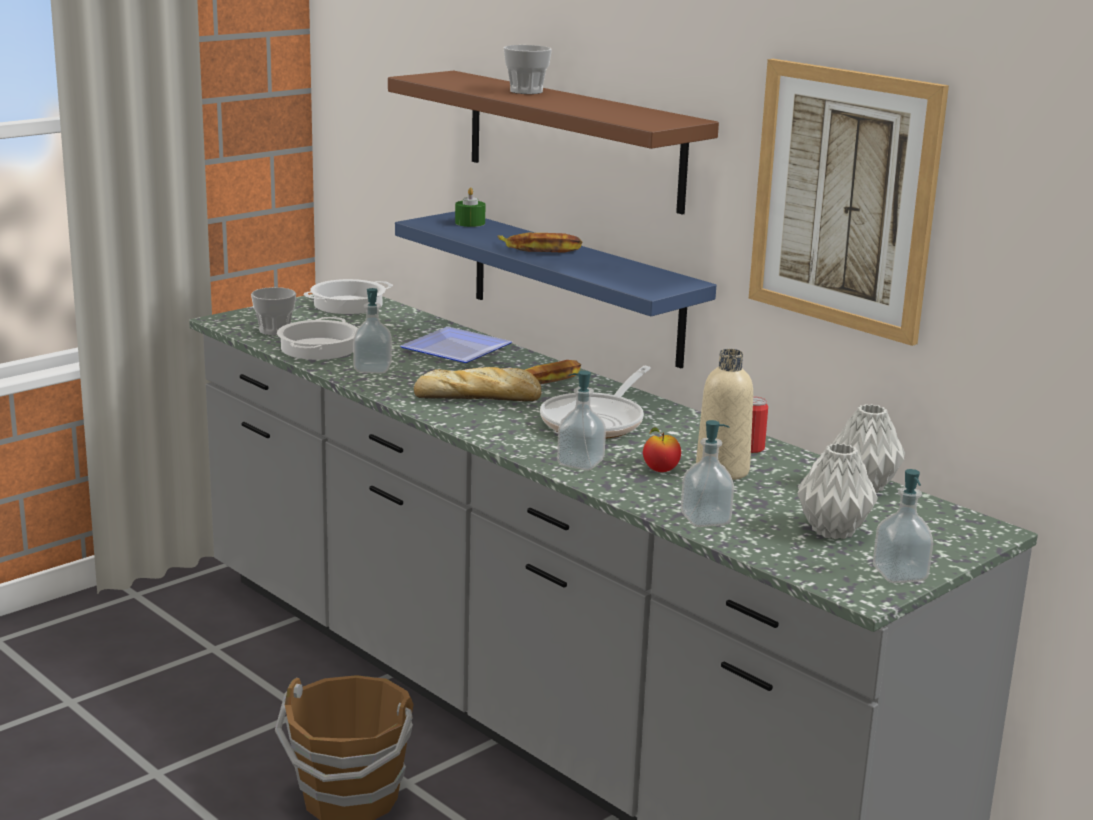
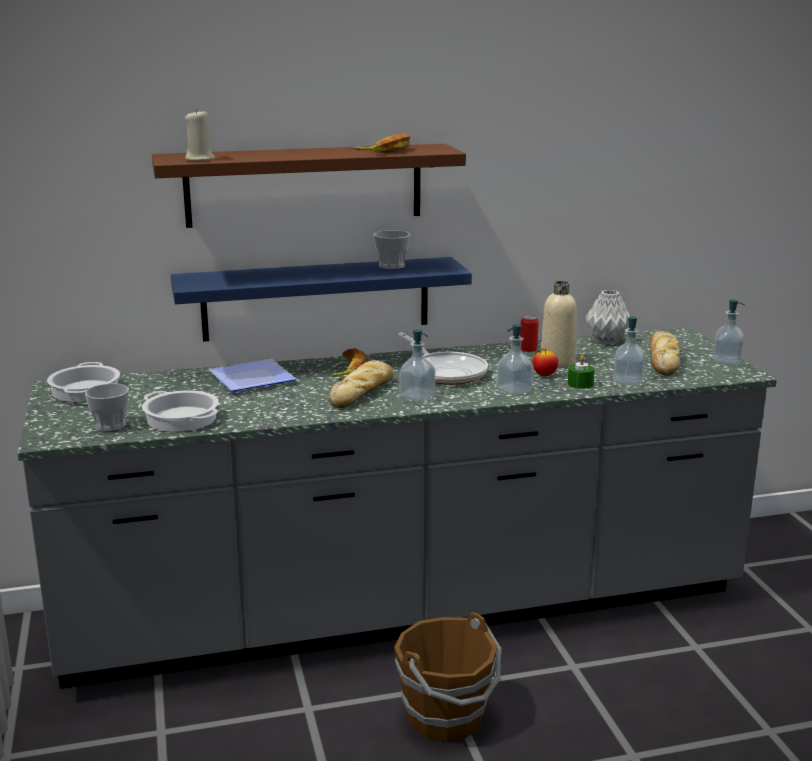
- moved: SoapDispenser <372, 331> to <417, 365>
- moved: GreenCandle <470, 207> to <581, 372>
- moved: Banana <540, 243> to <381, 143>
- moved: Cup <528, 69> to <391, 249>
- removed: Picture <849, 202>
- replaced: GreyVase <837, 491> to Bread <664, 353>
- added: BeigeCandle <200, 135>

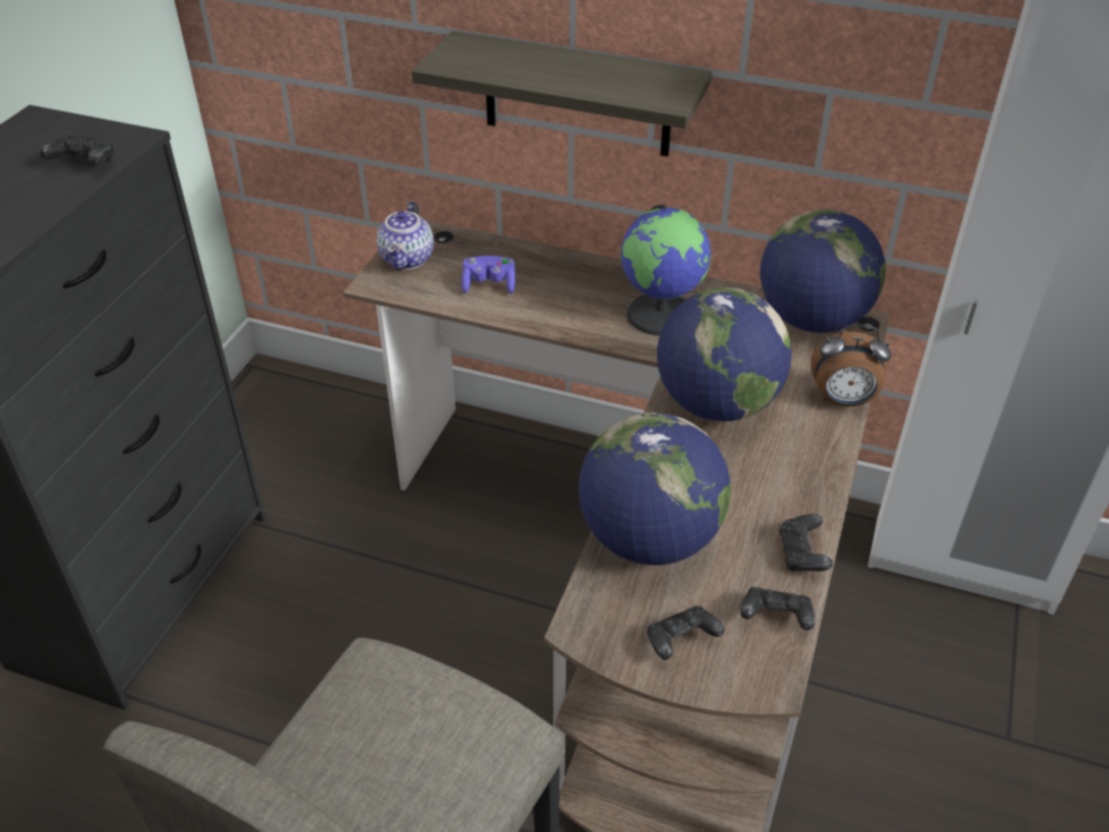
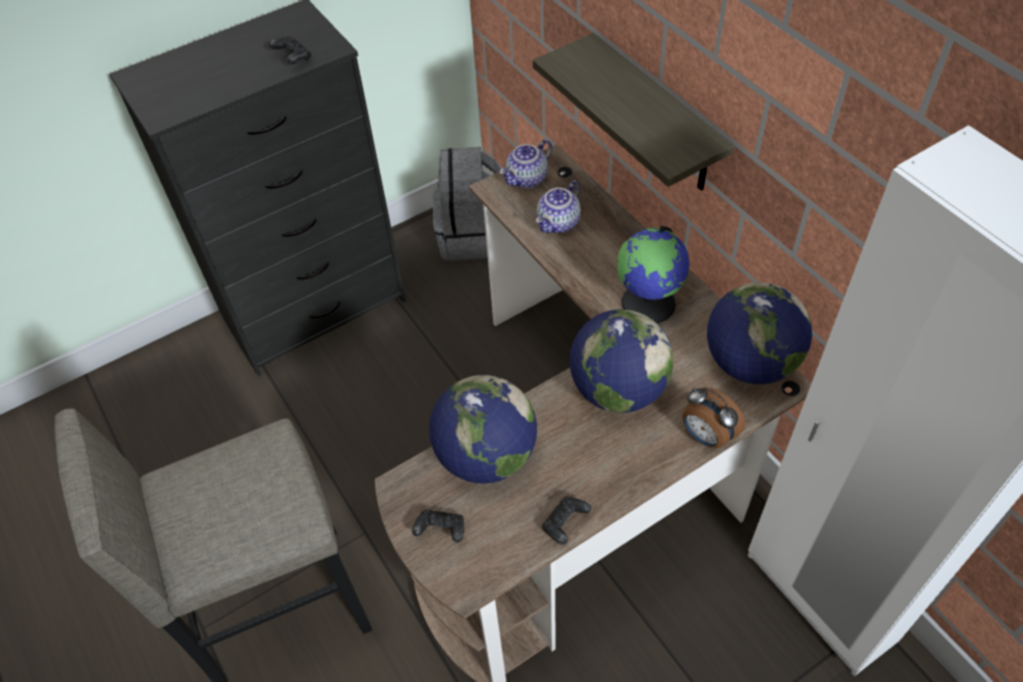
- replaced: PurpleGameController <488, 275> to Teapot <558, 206>
- removed: BlackGameController <777, 608>
- added: GreyBackpack <467, 204>

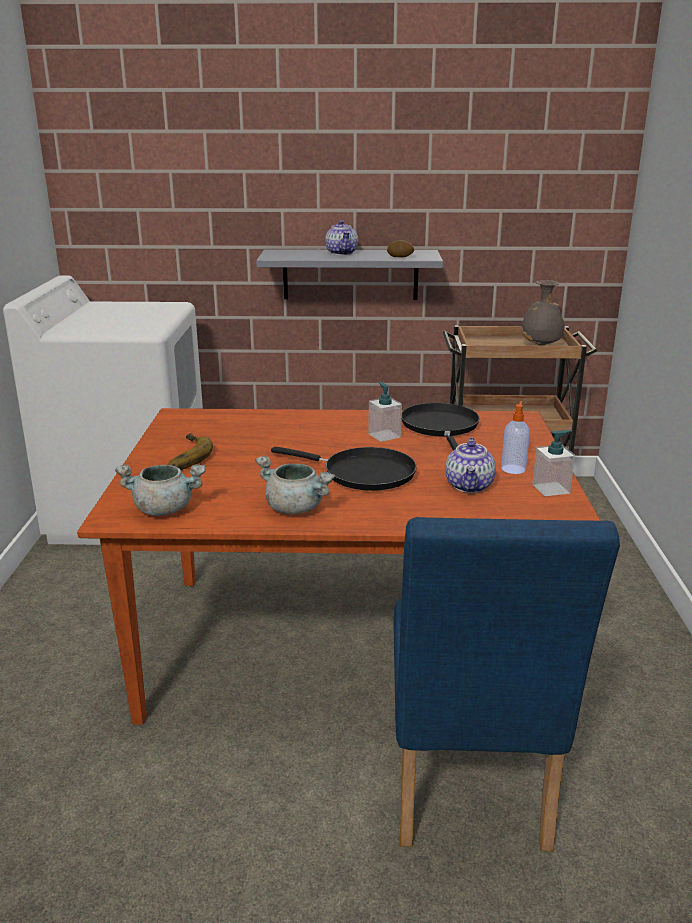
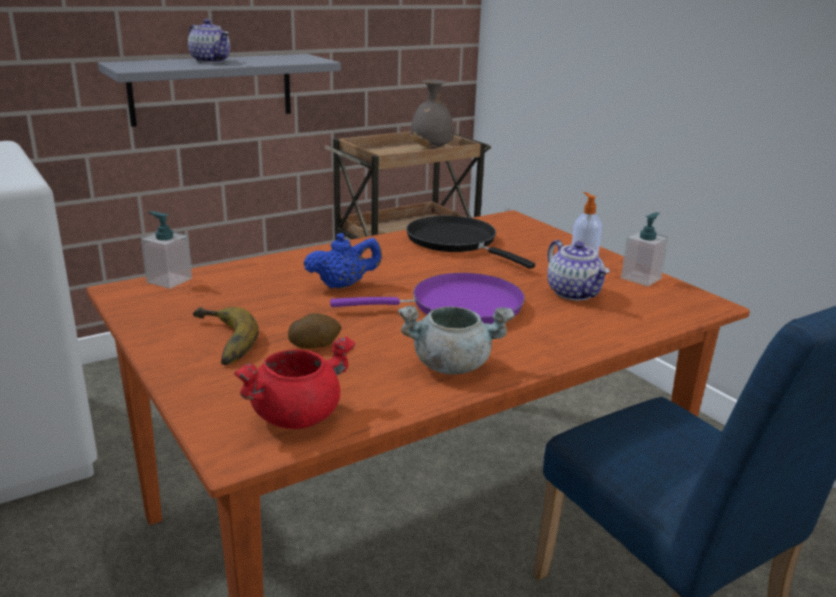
- recoloured: GreyCookingPot <160, 490> to RedCookingPot <294, 382>
- recoloured: BlackFryingPan <344, 469> to PurpleFryingPan <427, 298>
- moved: SoapDispenser <385, 412> to <166, 250>
- moved: Potato <400, 248> to <314, 331>
- added: BlueTeapot <342, 260>

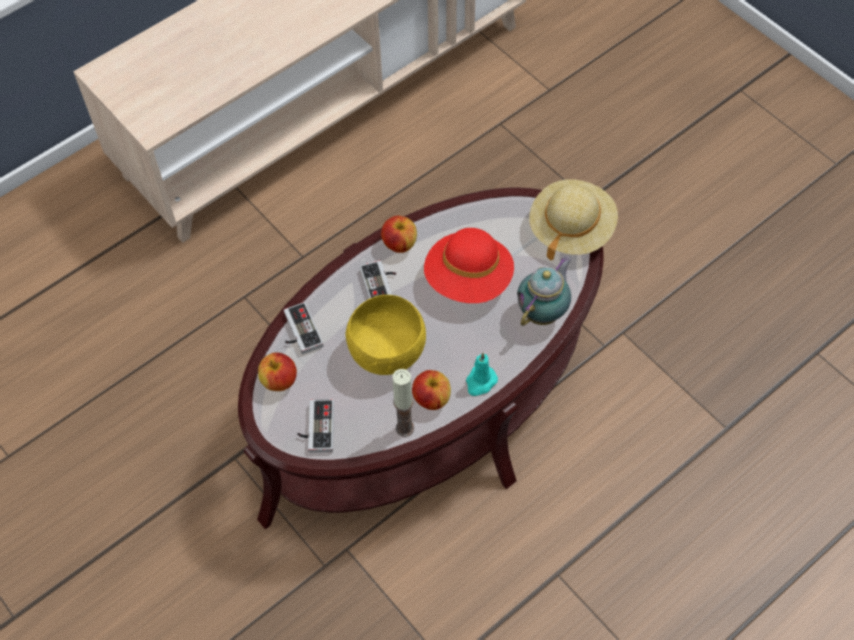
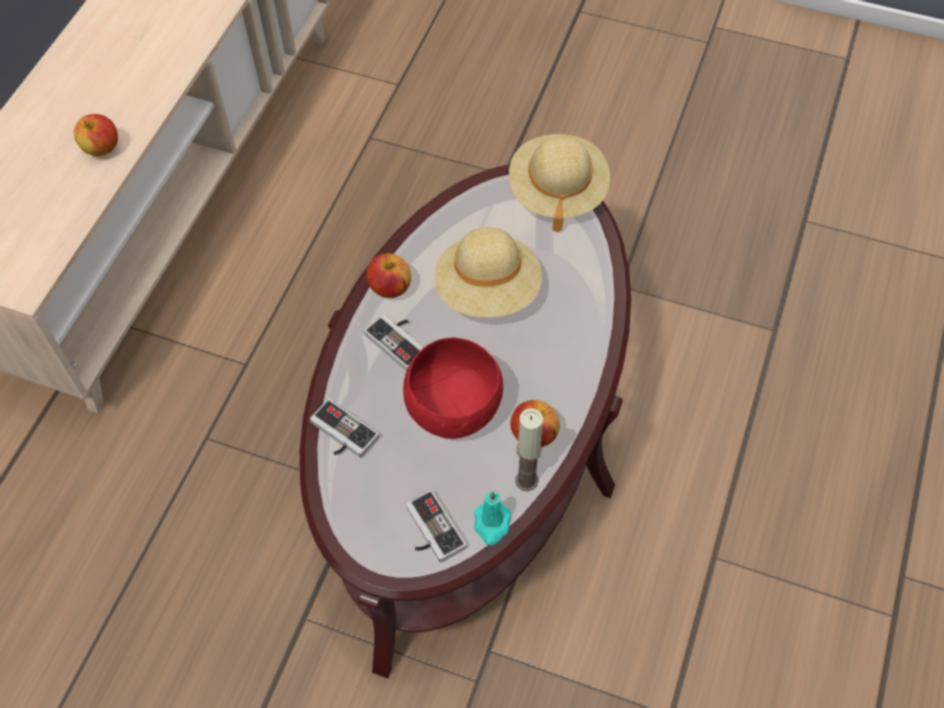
- moved: Apple <277, 371> to <96, 135>
- recoloured: YellowBowl <385, 335> to RedBowl <453, 388>
- recoloured: RedHat <469, 265> to BeigeHat <488, 272>
- moved: TurquoiseCandle <482, 374> to <493, 518>
- removed: Teapot <544, 291>

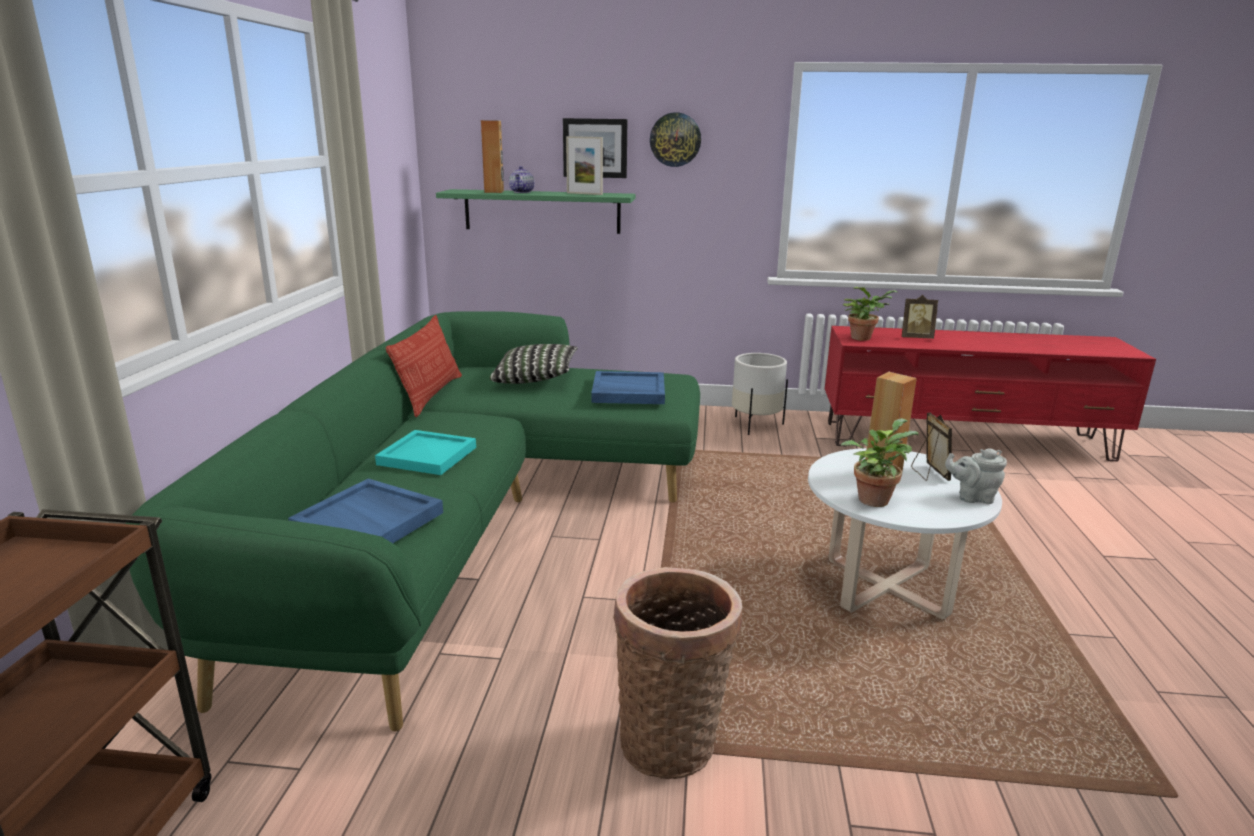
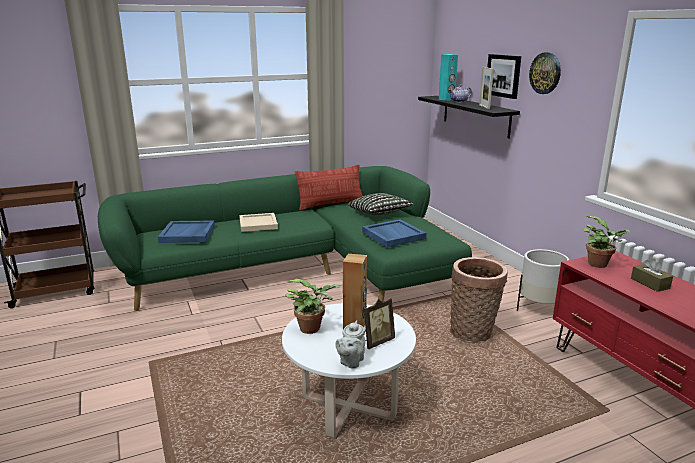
- recoloured: TurquoiseTray <425, 452> to BeigeTray <258, 222>
- recoloured: GreenShelf <535, 211> to BlackShelf <469, 117>
- recoloured: BrownSpeaker <492, 156> to TurquoiseSpeaker <448, 77>
- moved: Basket <677, 673> to <479, 300>
- replaced: PictureFrame <920, 317> to BrownTissueBox <652, 275>
- turned: GreyTeapot <976, 476> = <351, 344> 135 degrees counterclockwise

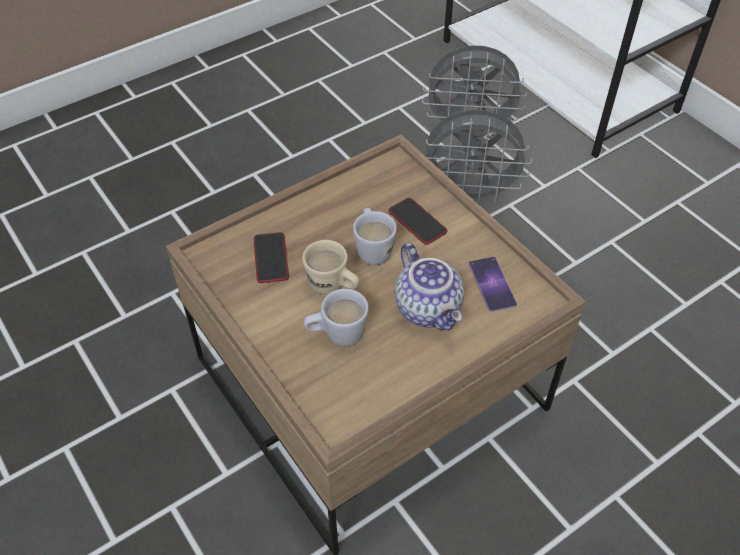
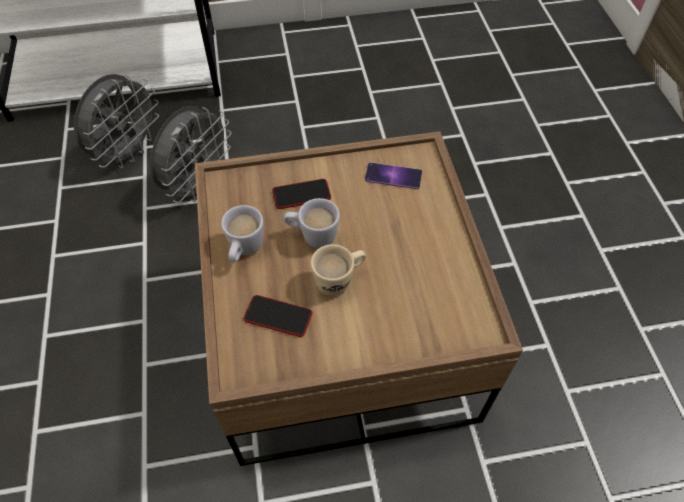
- moved: WhiteMug <336, 317> to <242, 233>
- removed: Teapot <429, 287>

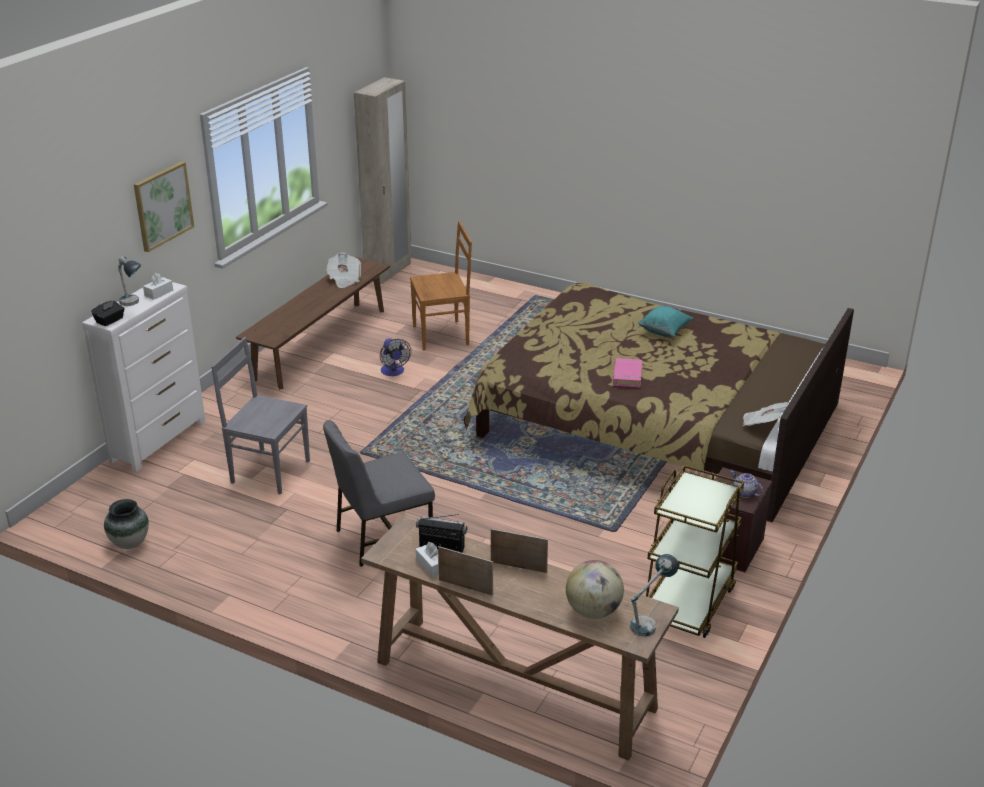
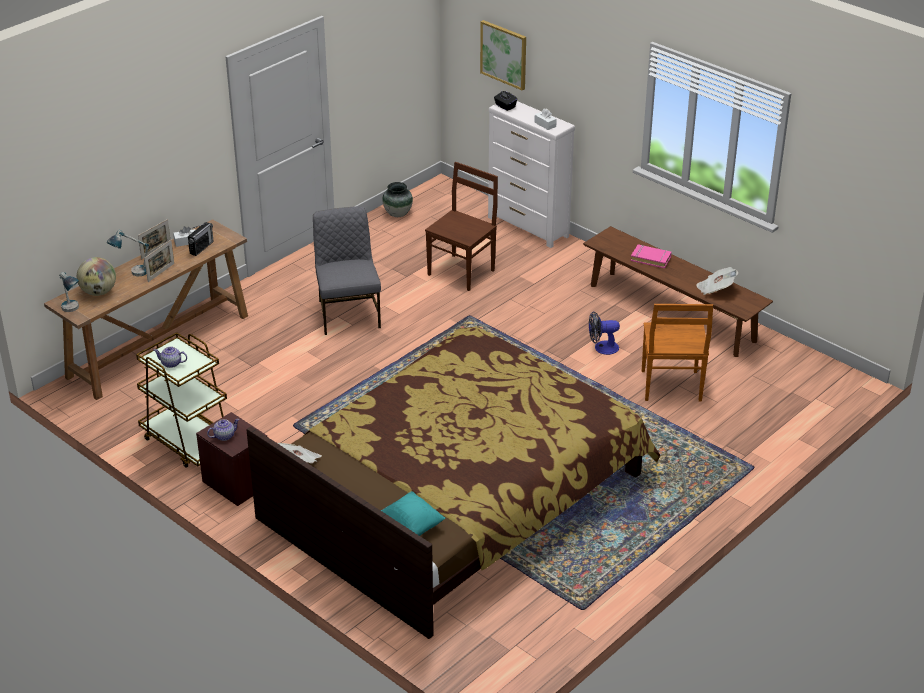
- moved: TableLamp <129, 281> to <128, 253>
- moved: Picture <164, 206> to <503, 55>
- recoloured: GreyChair <260, 416> to BrownChair <461, 226>
- removed: BeigeWardrobe <383, 180>
- moved: PinkBook <627, 372> to <651, 256>
- moved: TurquoisePillow <665, 321> to <413, 513>
- added: Teapot <170, 357>

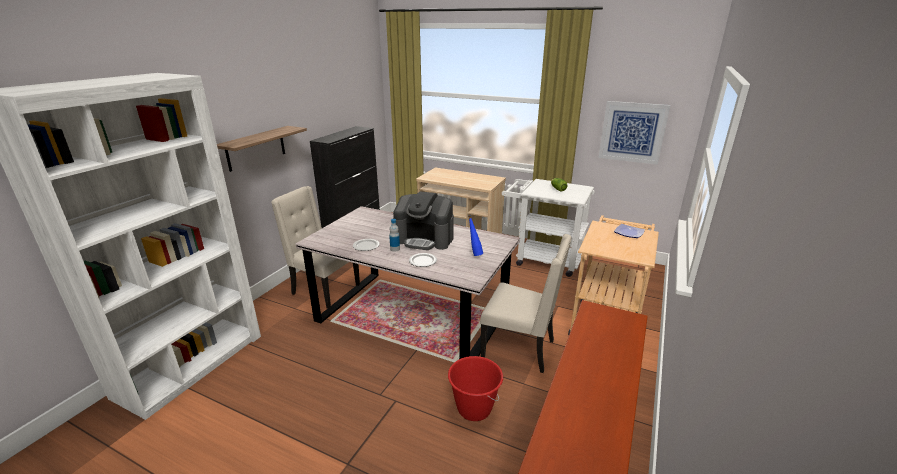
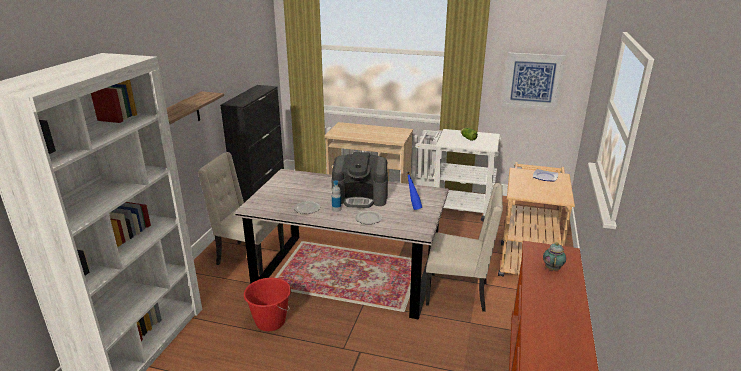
- moved: RedBucket <475, 388> to <267, 304>
- added: Teapot <554, 256>

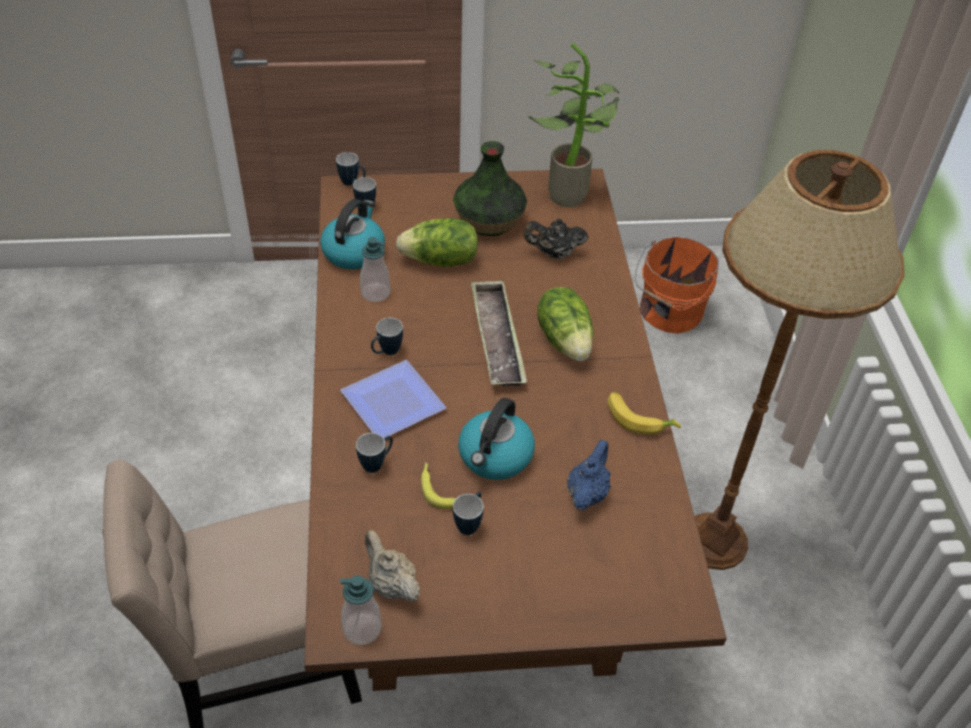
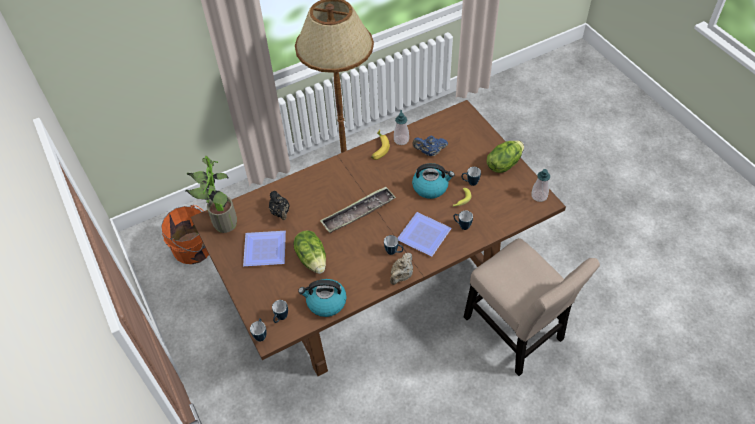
- moved: SoapDispenser <375, 269> to <401, 127>
- moved: BeigeTeapot <392, 566> to <401, 269>
- replaced: Vase <490, 188> to Plate <264, 248>
- moved: Lettuce <565, 324> to <505, 157>

